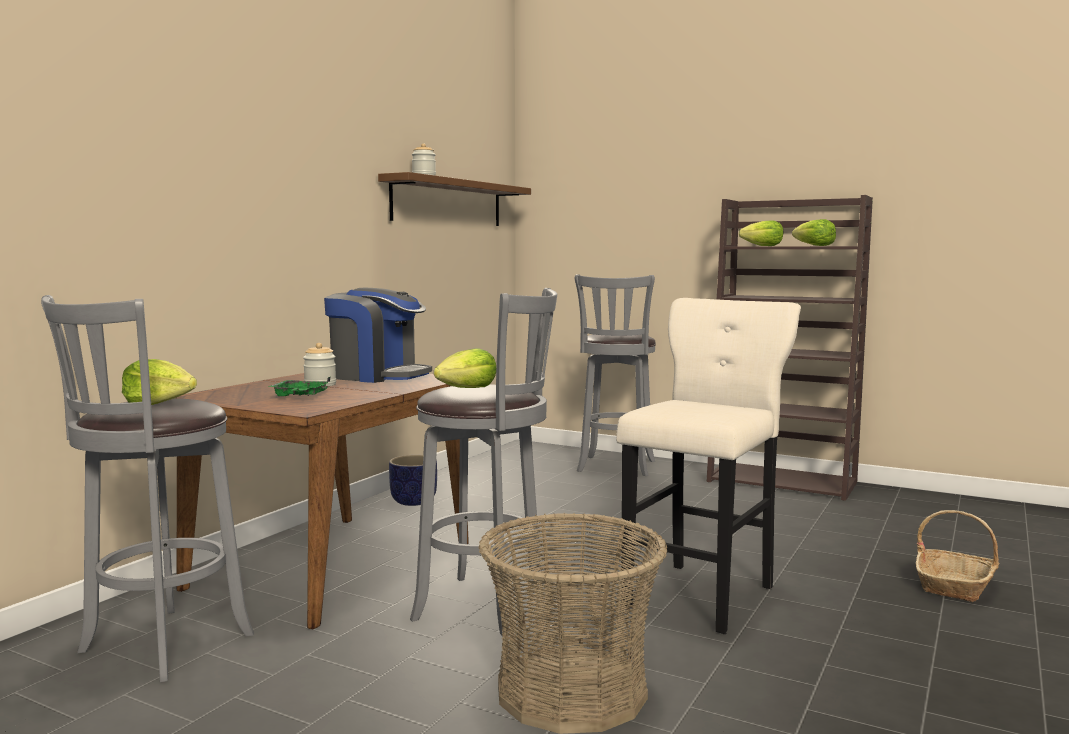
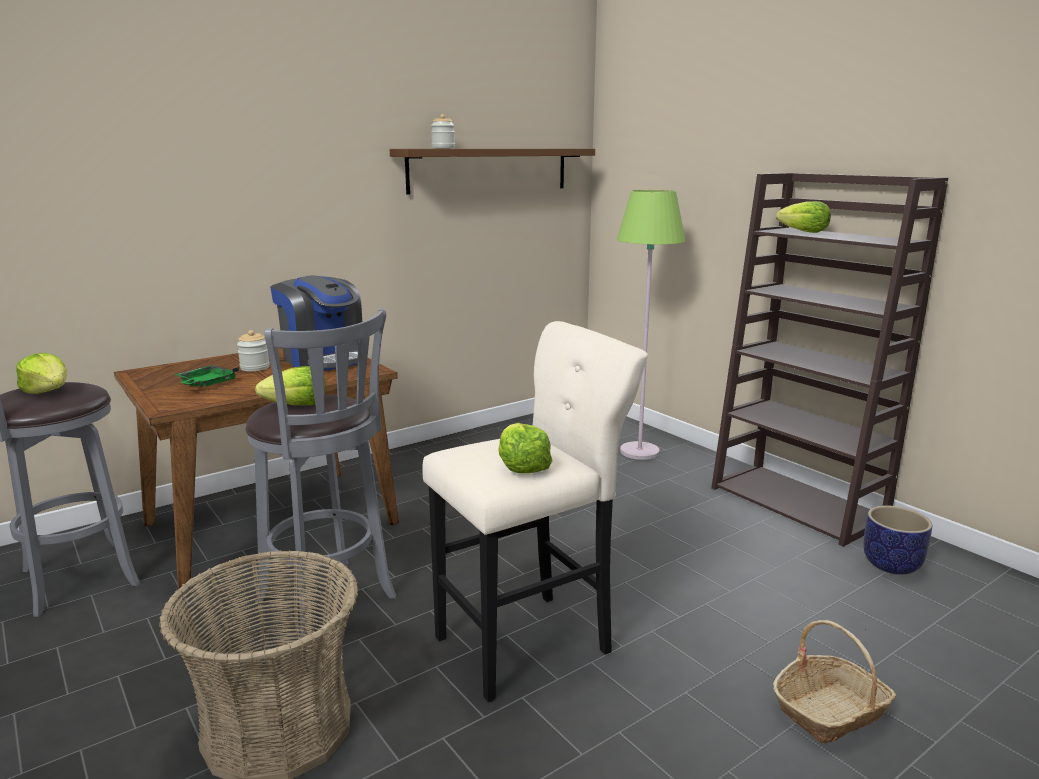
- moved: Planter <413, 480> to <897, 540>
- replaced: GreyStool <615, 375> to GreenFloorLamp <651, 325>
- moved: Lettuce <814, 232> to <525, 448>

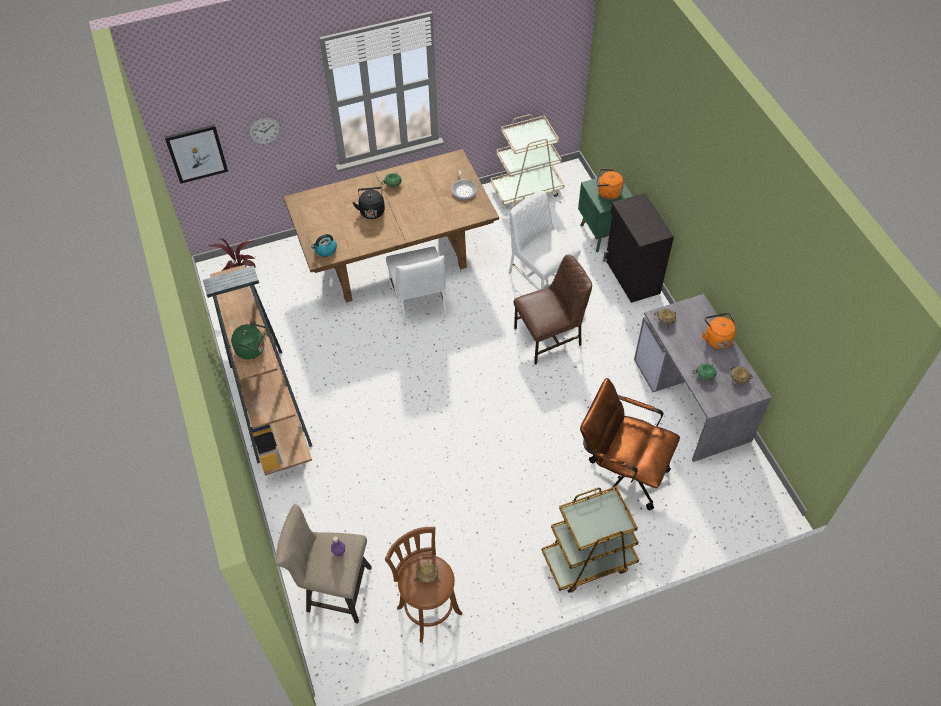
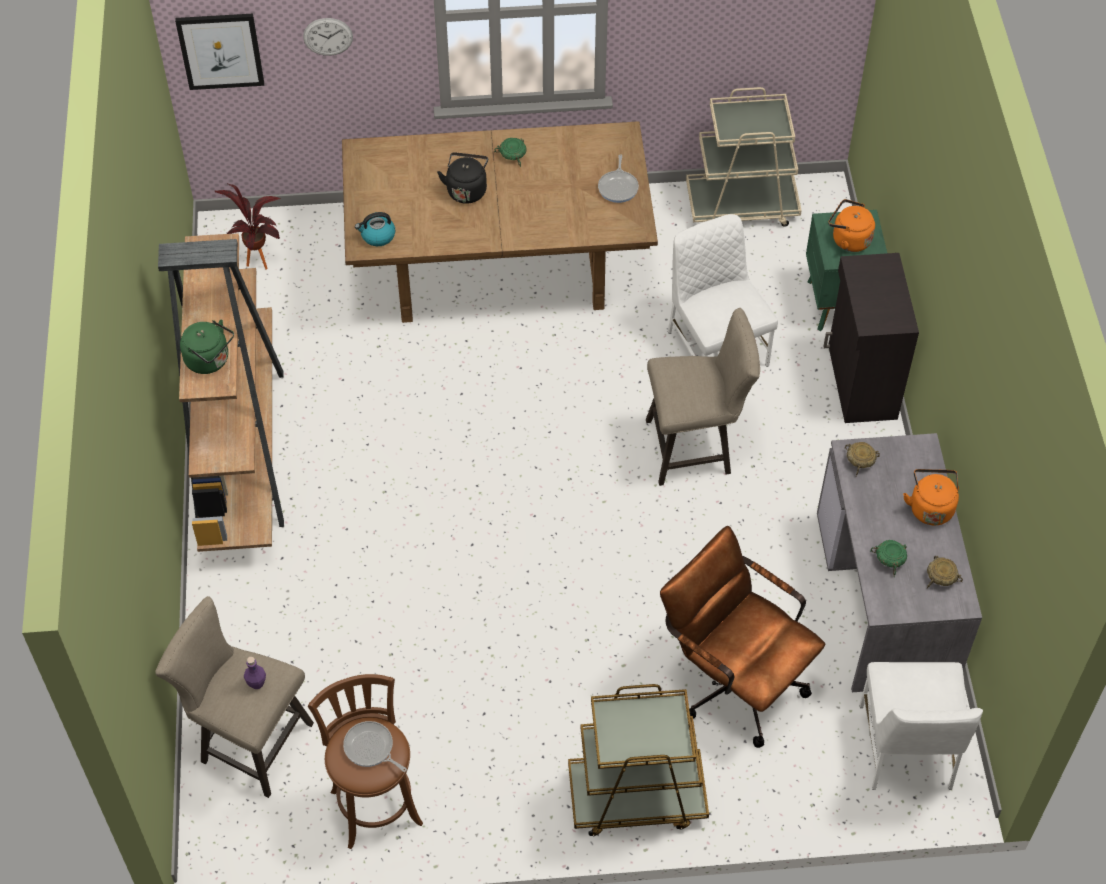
- moved: WhiteChair <416, 286> to <921, 726>
- replaced: BeigeBowl <427, 571> to FryingPan <375, 746>
- replaced: BrownChair <552, 310> to BeigeStool <703, 397>

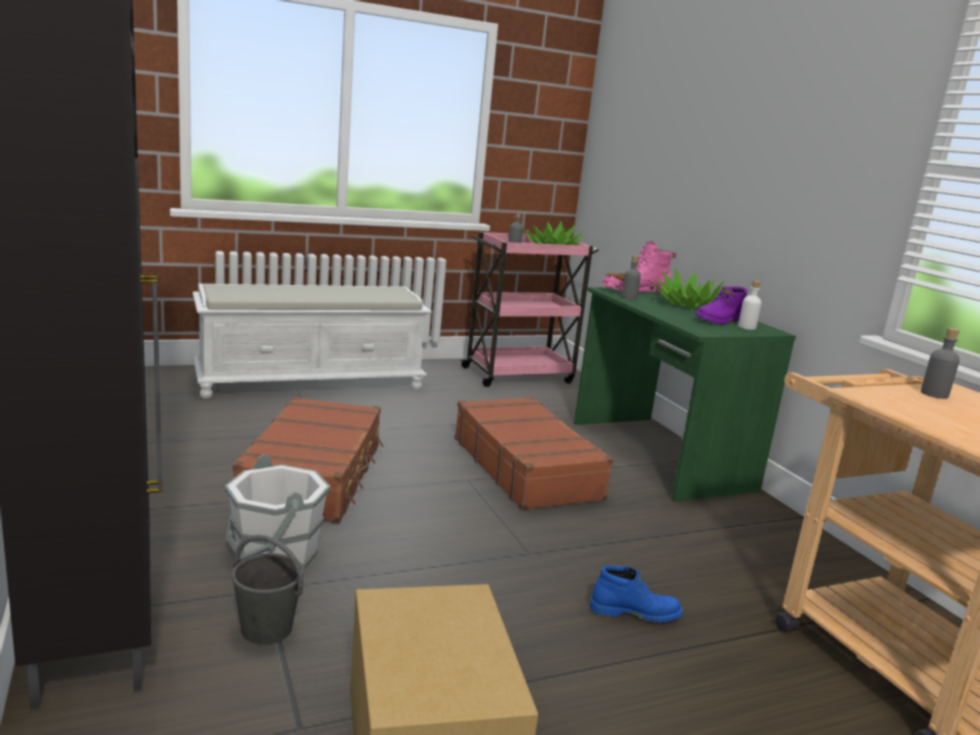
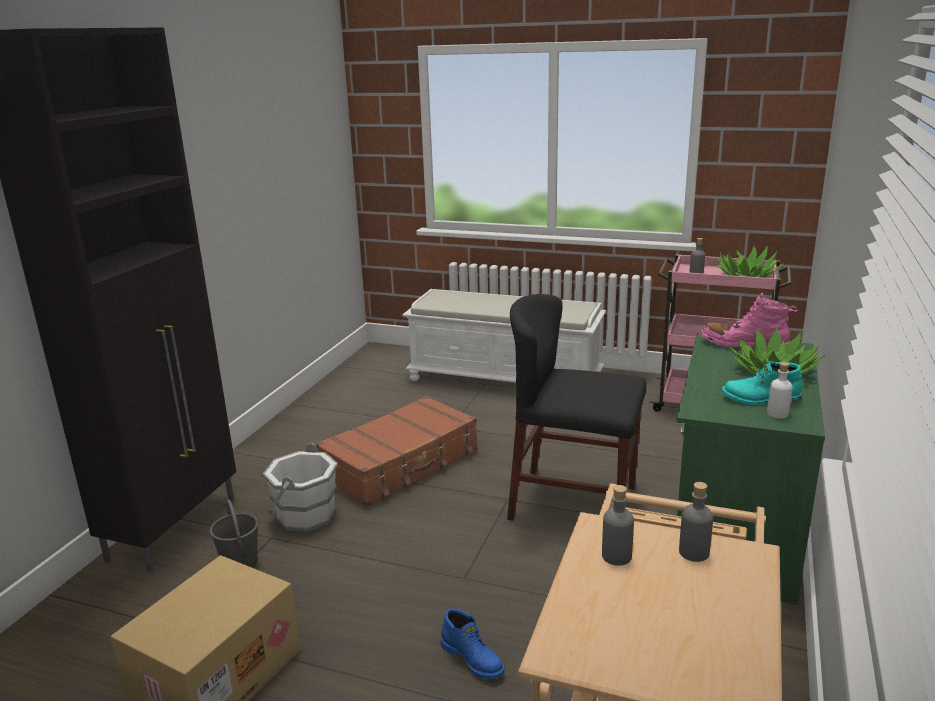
- replaced: BrownSuitcase <534, 453> to BlackChair <577, 407>
- moved: GreyBottle <631, 277> to <618, 525>
- recoloured: PurpleBoot <721, 305> to TurquoiseBoot <762, 383>

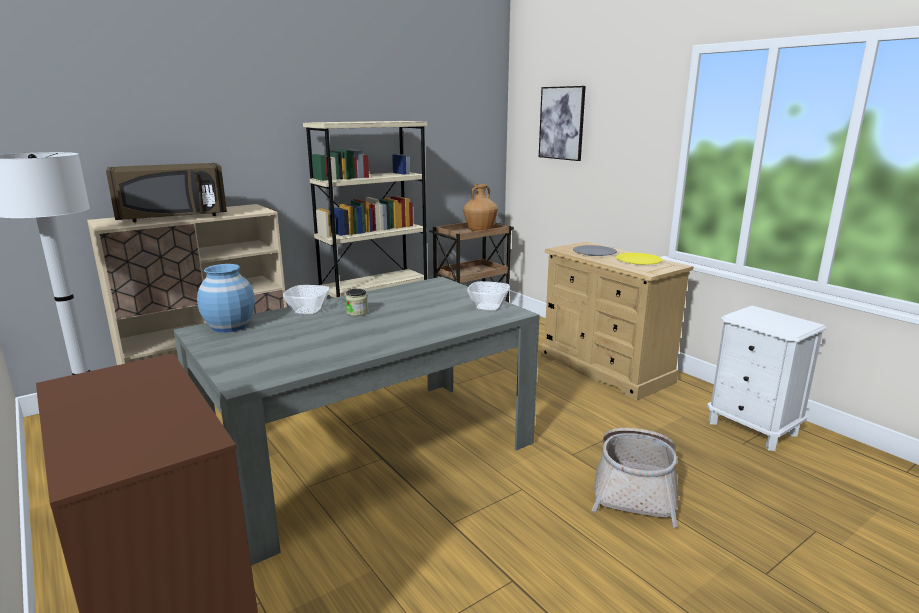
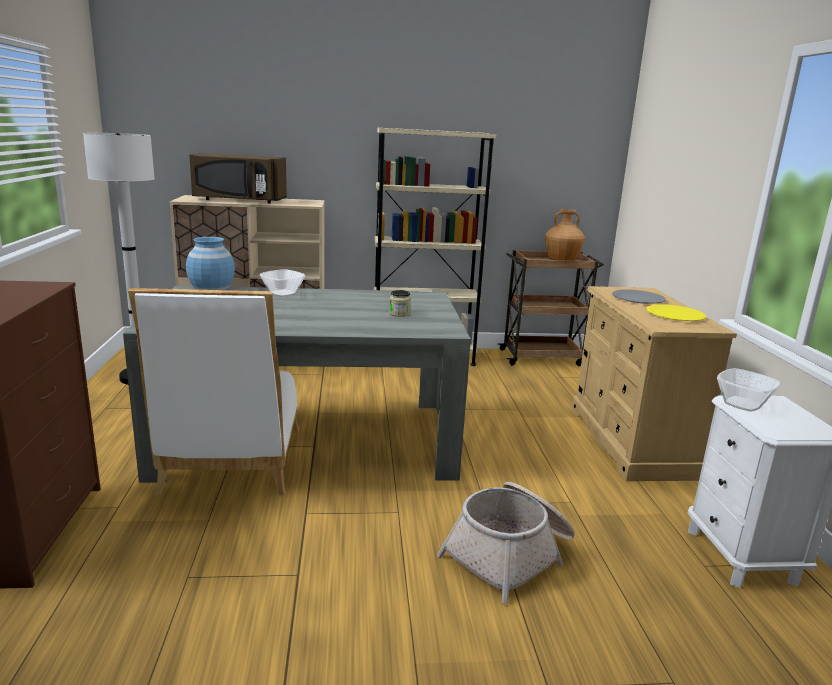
- moved: Jar <357, 302> to <400, 303>
- moved: Bowl <488, 296> to <748, 390>
- removed: Picture <562, 123>
- added: WhiteChair <213, 391>

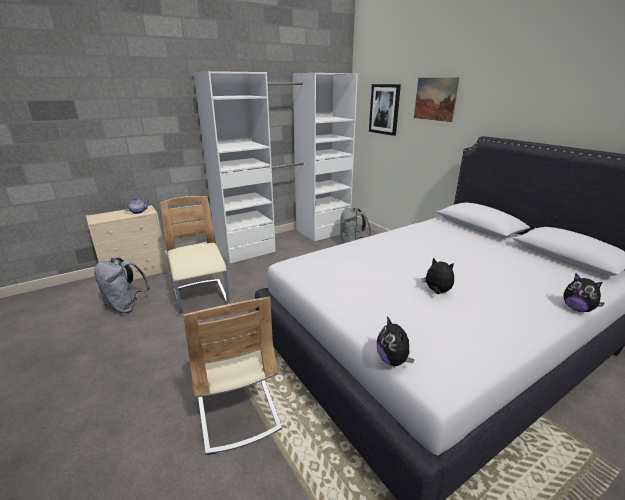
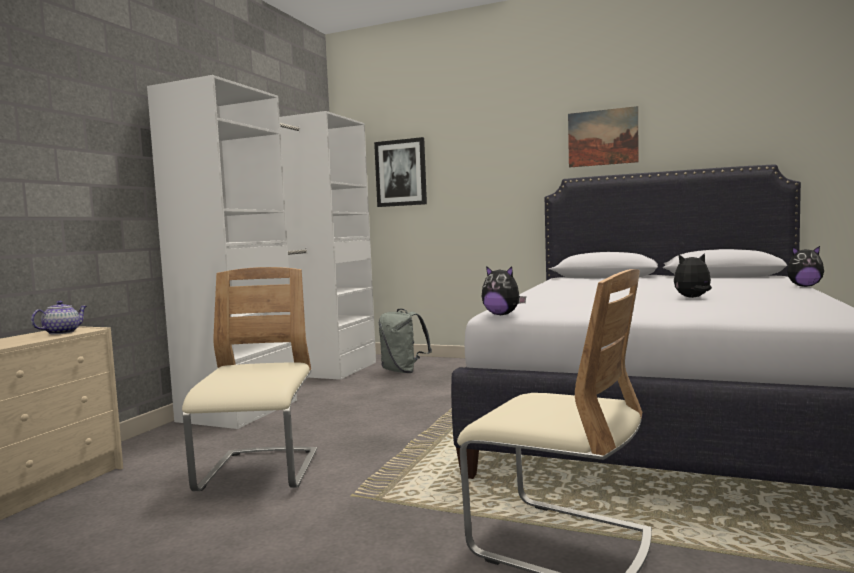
- removed: GreyBackpack <122, 285>
- turned: BeigeChair <195, 254> = <249, 379> 60 degrees clockwise
- moved: PlushToy <396, 341> to <503, 290>
- moved: Picture <436, 100> to <603, 137>

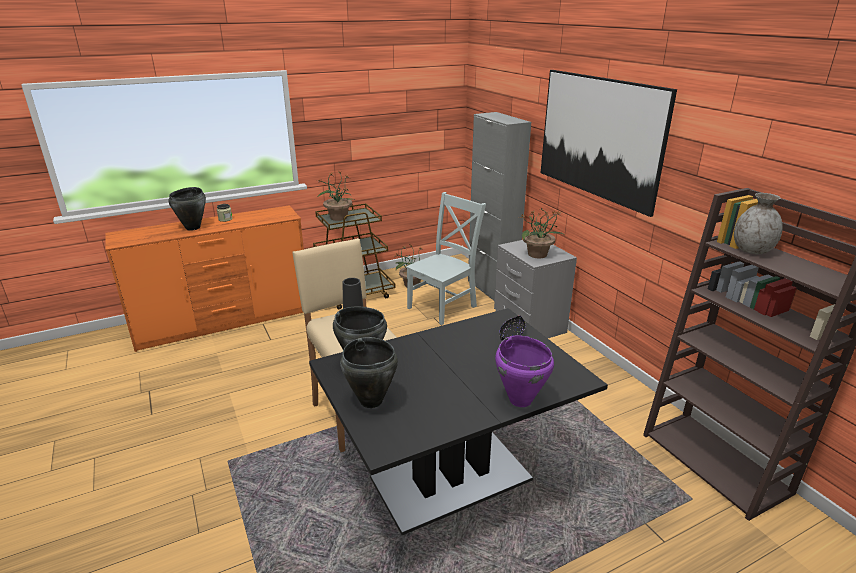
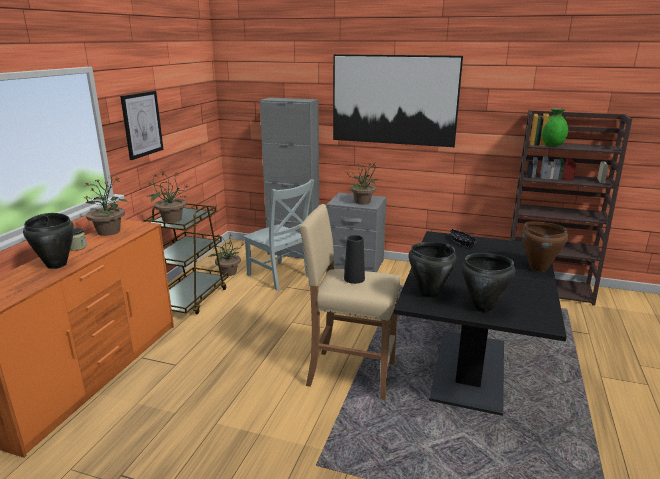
- turned: GreyChair <446, 258> = <278, 235> 135 degrees clockwise
- recoloured: PurpleCookingPot <524, 371> to BrownCookingPot <544, 246>
- recoloured: GreyVase <758, 223> to GreenVase <554, 127>
- added: PottedPlant <106, 206>
- added: Picture <142, 125>

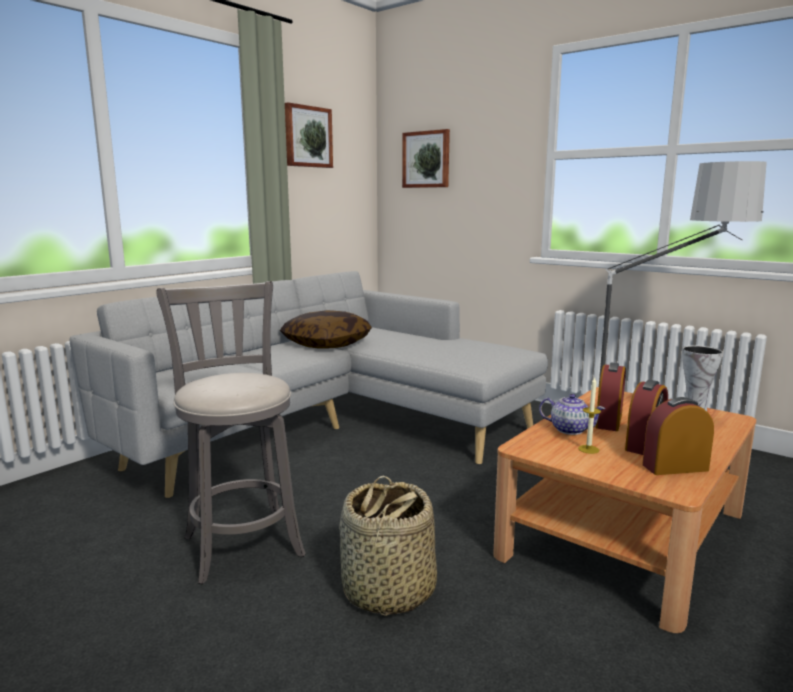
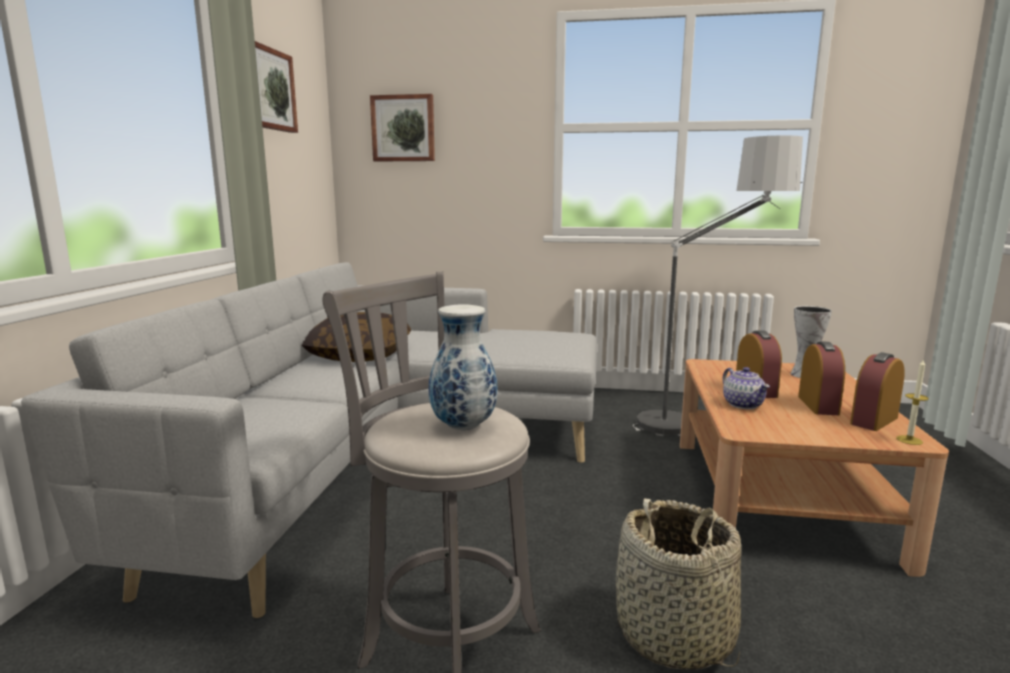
- turned: Teapot <572, 414> = <746, 388> 75 degrees clockwise
- moved: Candle <589, 415> to <912, 402>
- added: Vase <463, 367>

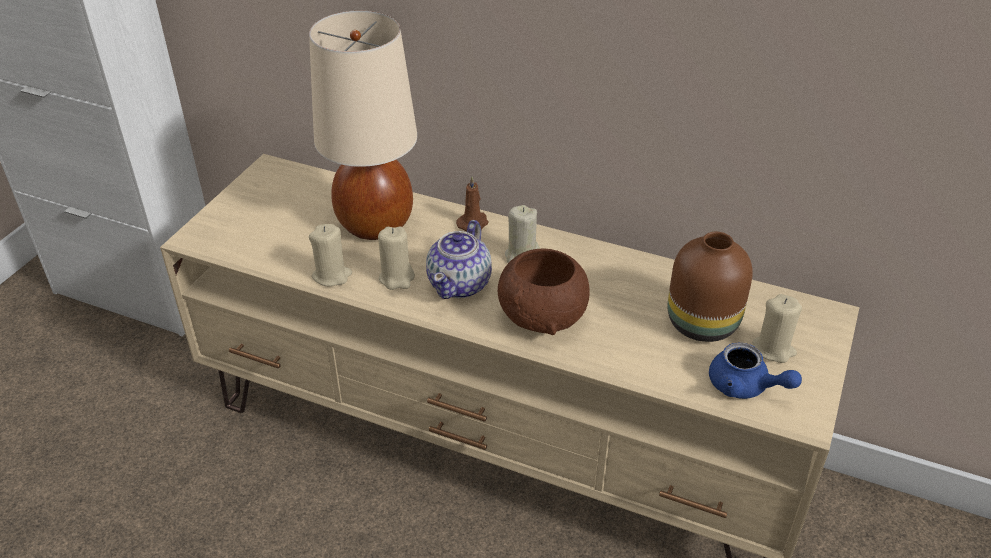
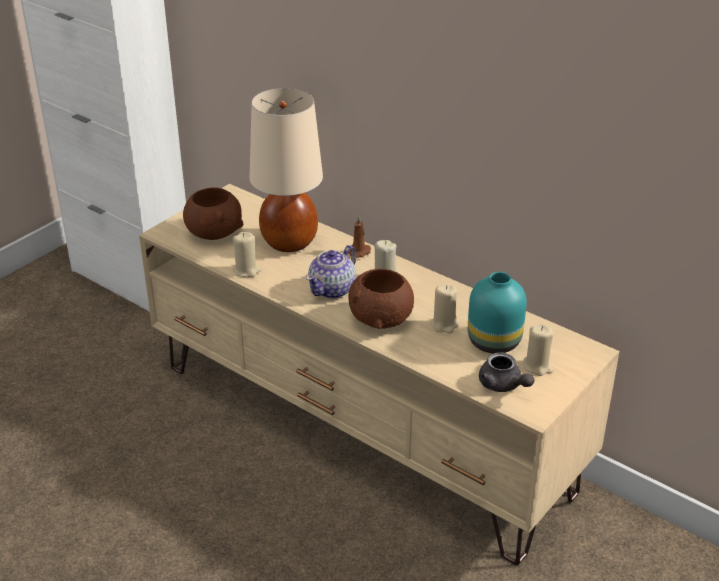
- moved: BeigeCandle <396, 258> to <444, 308>
- recoloured: BrownVase <710, 287> to TurquoiseVase <497, 313>
- recoloured: BlueTeapot <755, 370> to GreyTeapot <506, 372>
- added: BrownBowl <213, 213>

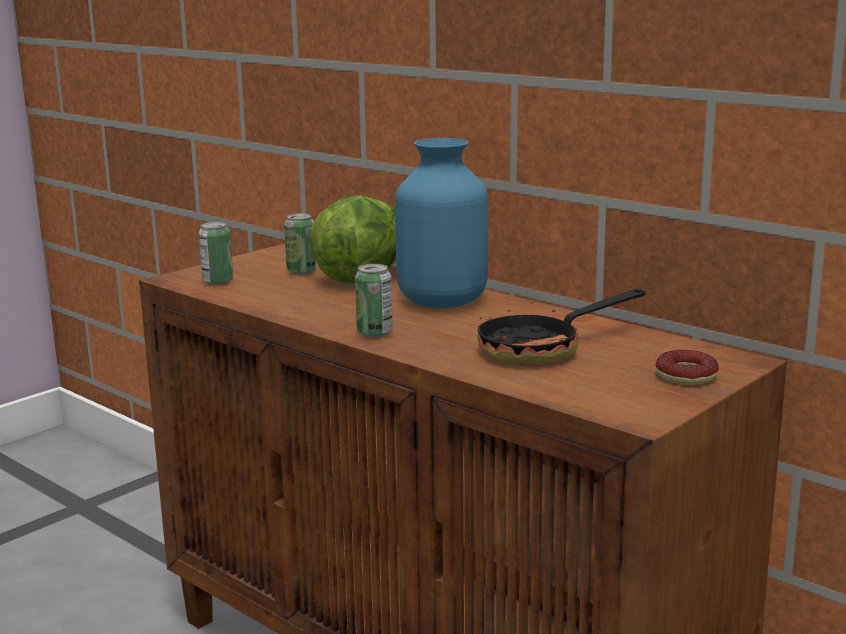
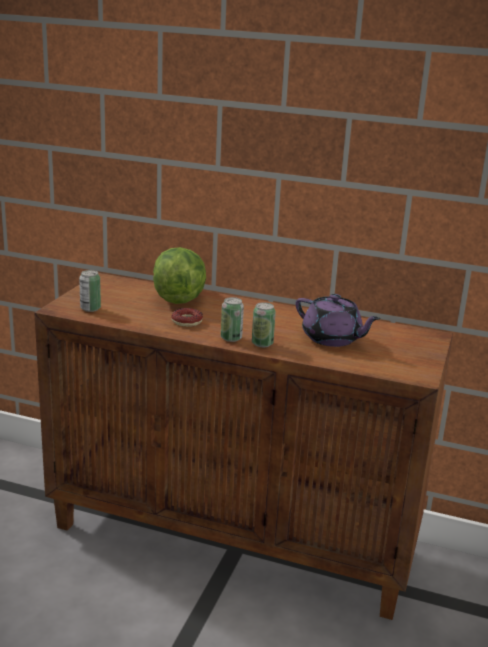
- moved: Can <300, 244> to <264, 324>
- removed: BlueVase <441, 223>
- replaced: FryingPan <562, 326> to PurpleTeapot <338, 320>
- moved: Donut <687, 367> to <187, 317>

